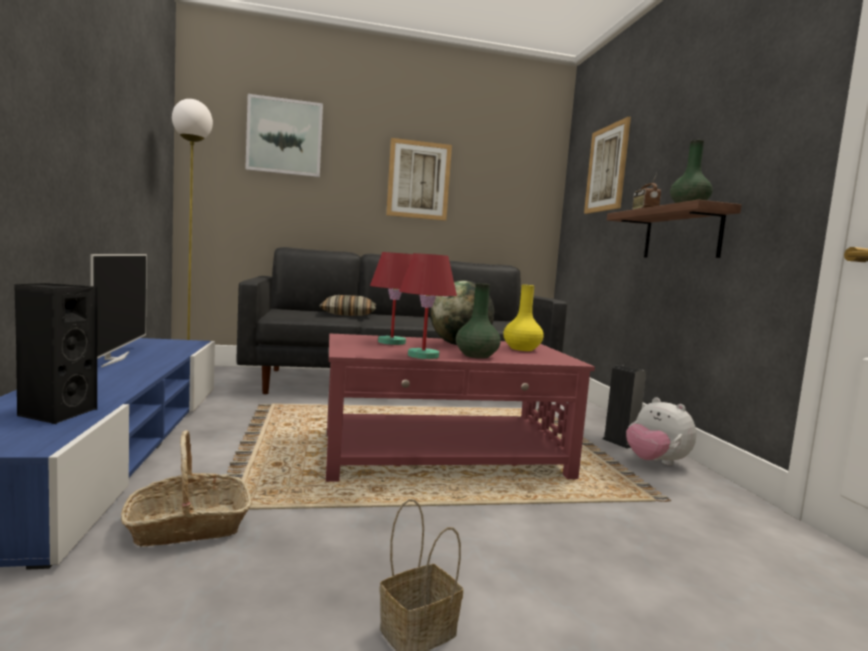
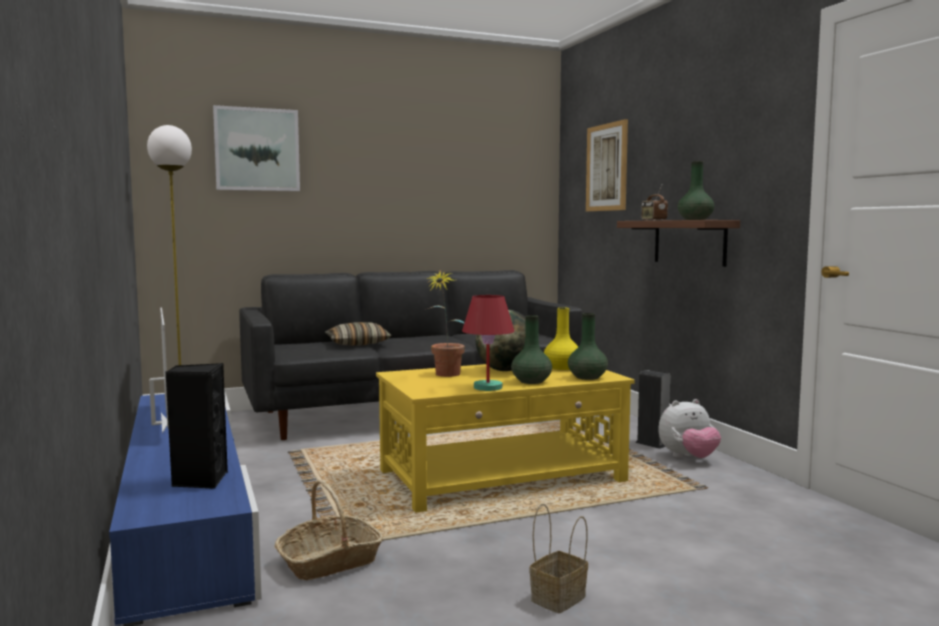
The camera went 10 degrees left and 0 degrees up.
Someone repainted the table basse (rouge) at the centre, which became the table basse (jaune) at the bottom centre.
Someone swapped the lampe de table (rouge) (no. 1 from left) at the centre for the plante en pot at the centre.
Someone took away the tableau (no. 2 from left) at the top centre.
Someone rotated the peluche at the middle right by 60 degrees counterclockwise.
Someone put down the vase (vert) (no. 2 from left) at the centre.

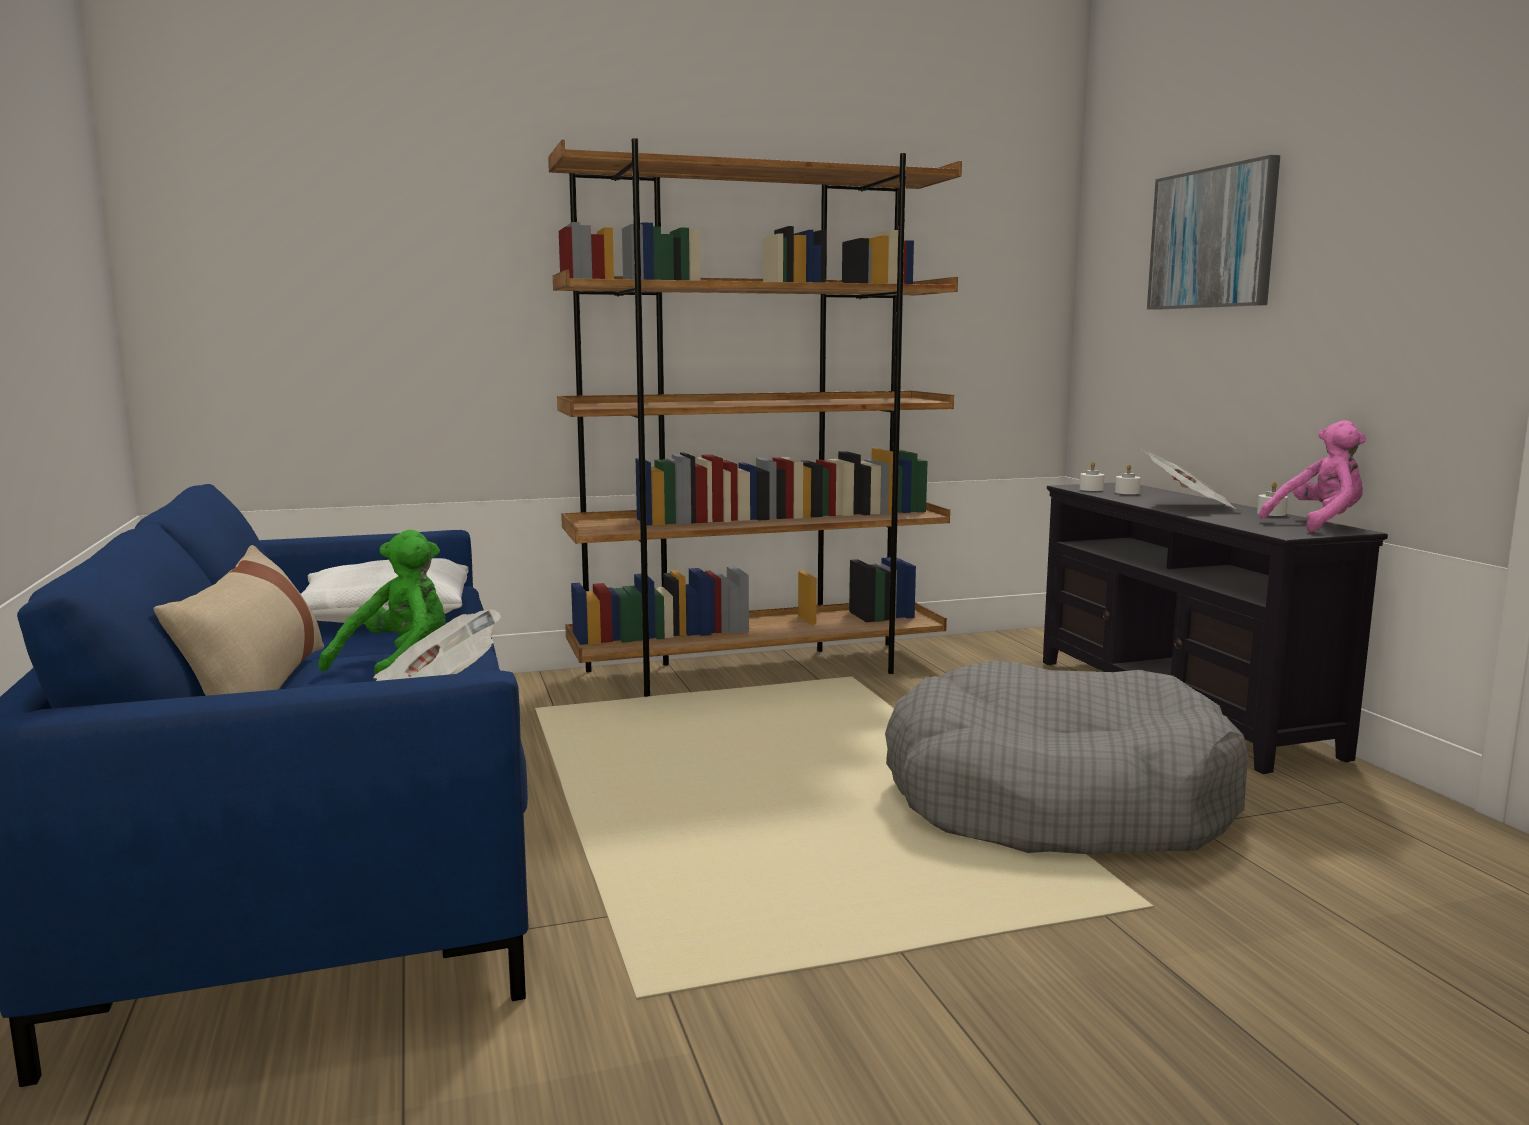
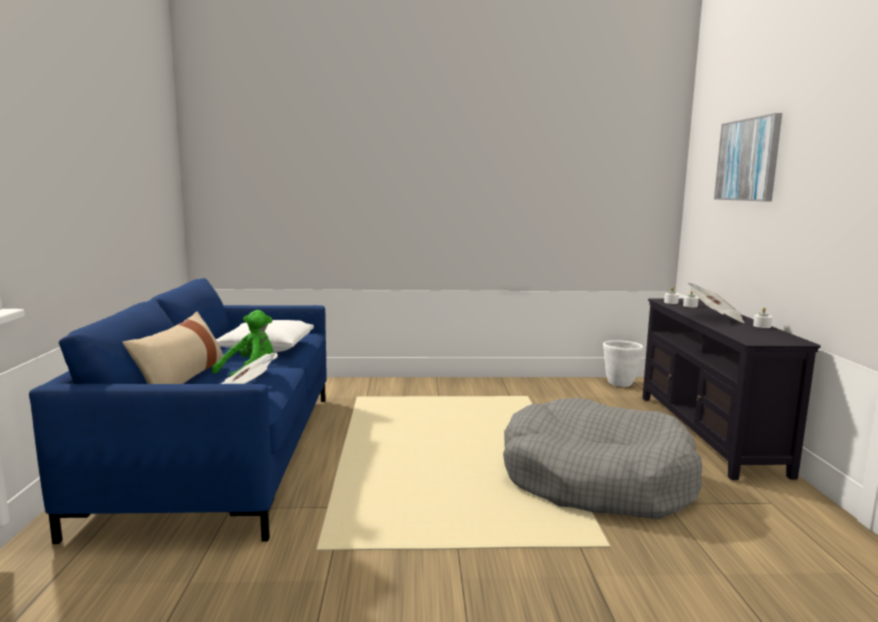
The camera went 15 degrees right and 0 degrees up.
Someone took away the bibliothèque (marron) at the centre.
Someone took away the peluche (rose) at the middle right.
Someone put down the cache-pot (blanc) at the middle right.

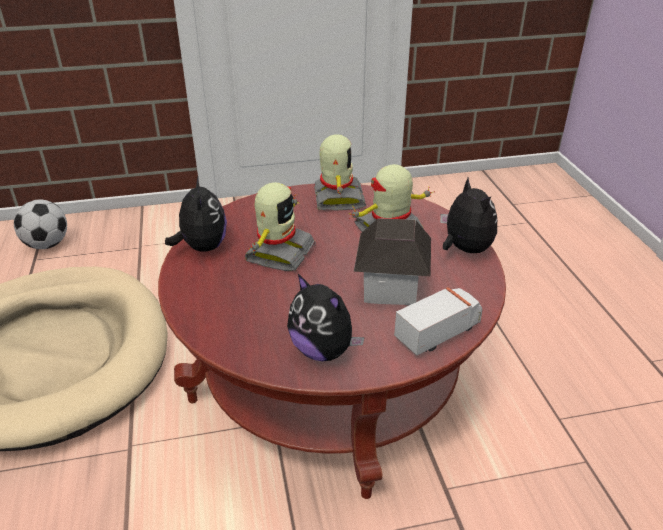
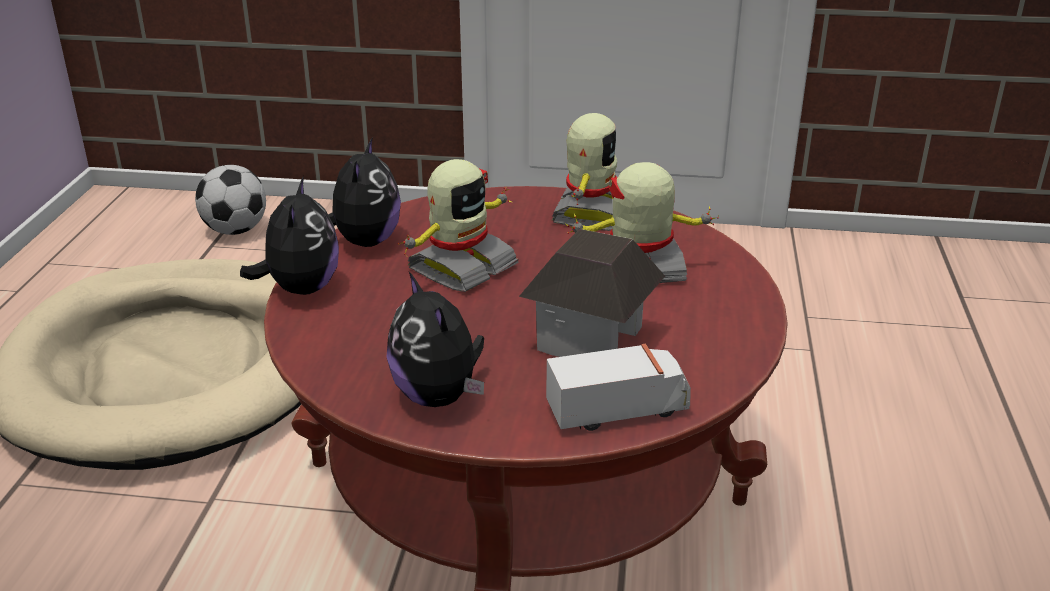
The camera went 20 degrees right and 5 degrees down.
Someone carried the peluche (no. 3 from left in the first image) from the middle right to the middle left.

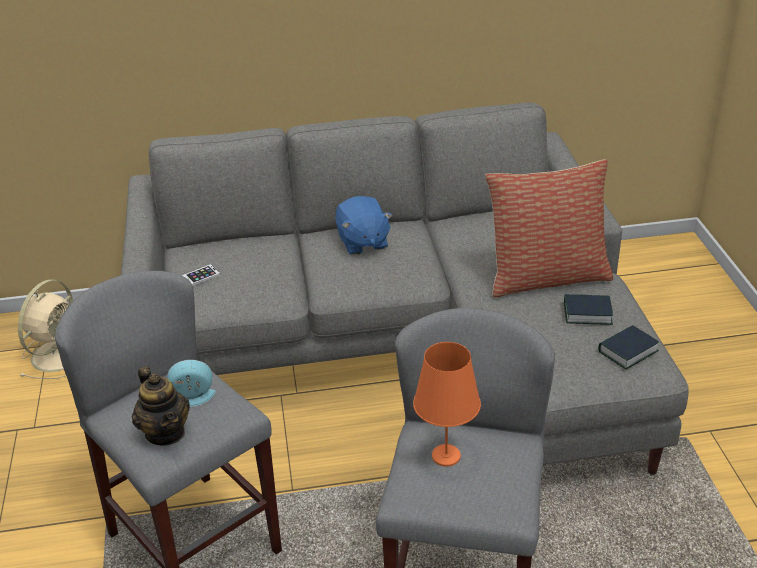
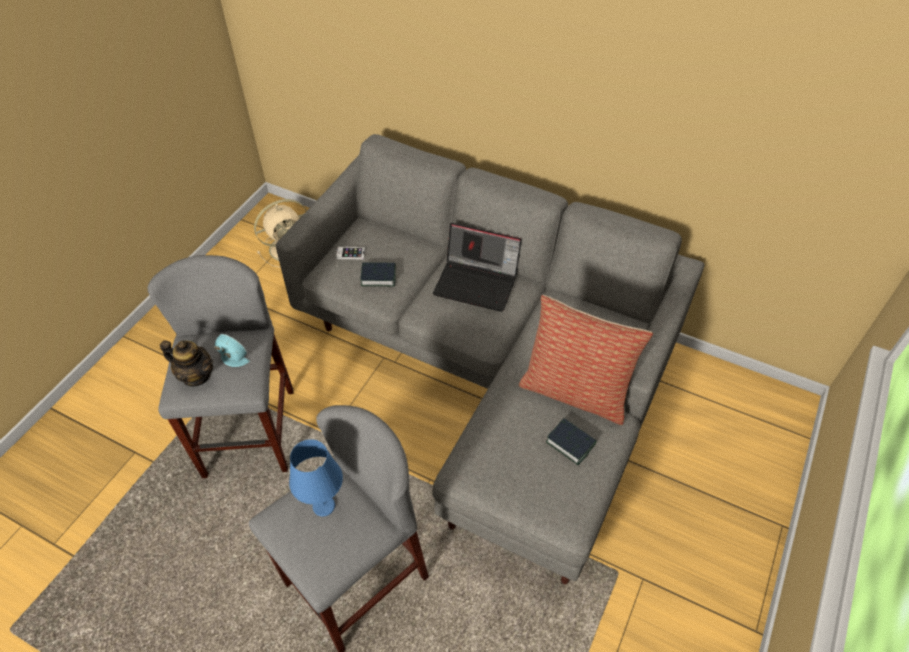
The camera went 35 degrees right and 15 degrees up.
Someone rotated the théière at the bottom left by 75 degrees counterclockwise.
Someone swapped the peluche (bleu) at the centre for the ordinateur portable at the centre.
Someone repainted the lampe de table (orange) at the bottom centre, which became the lampe de table (bleu) at the bottom centre.
Someone carried the livre (no. 2 from left in the first image) from the middle right to the centre.

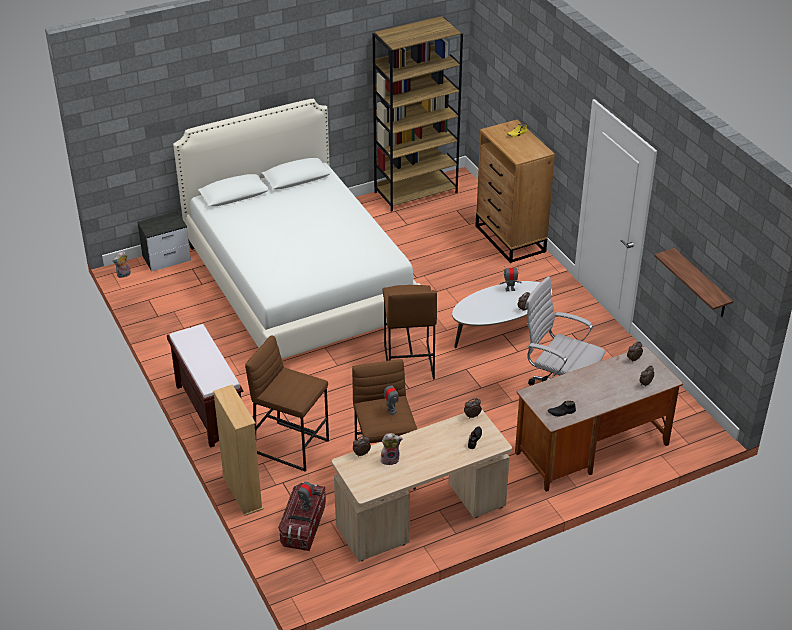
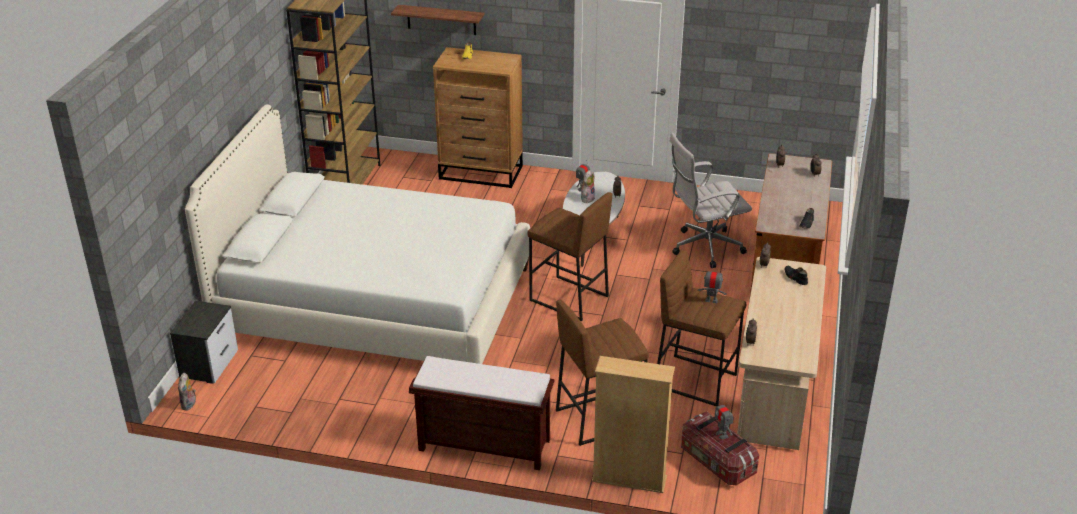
The camera went 50 degrees left and 5 degrees down.
Someone carried the peluche (no. 2 from left) from the bottom centre to the centre.
Someone carried the étagère from the middle right to the top centre.

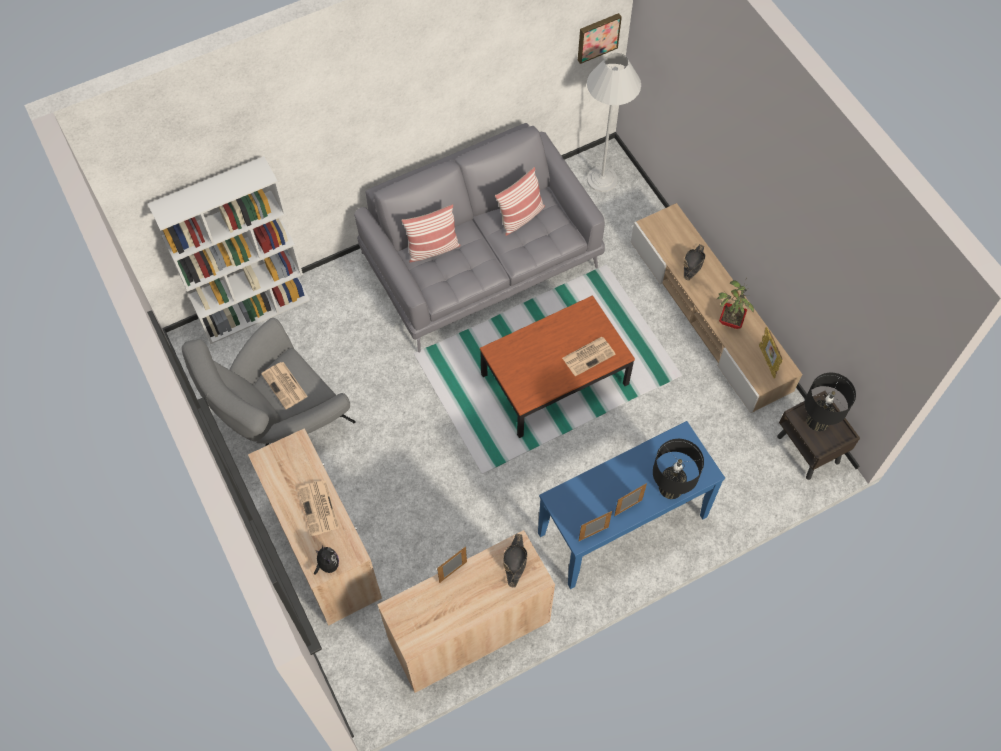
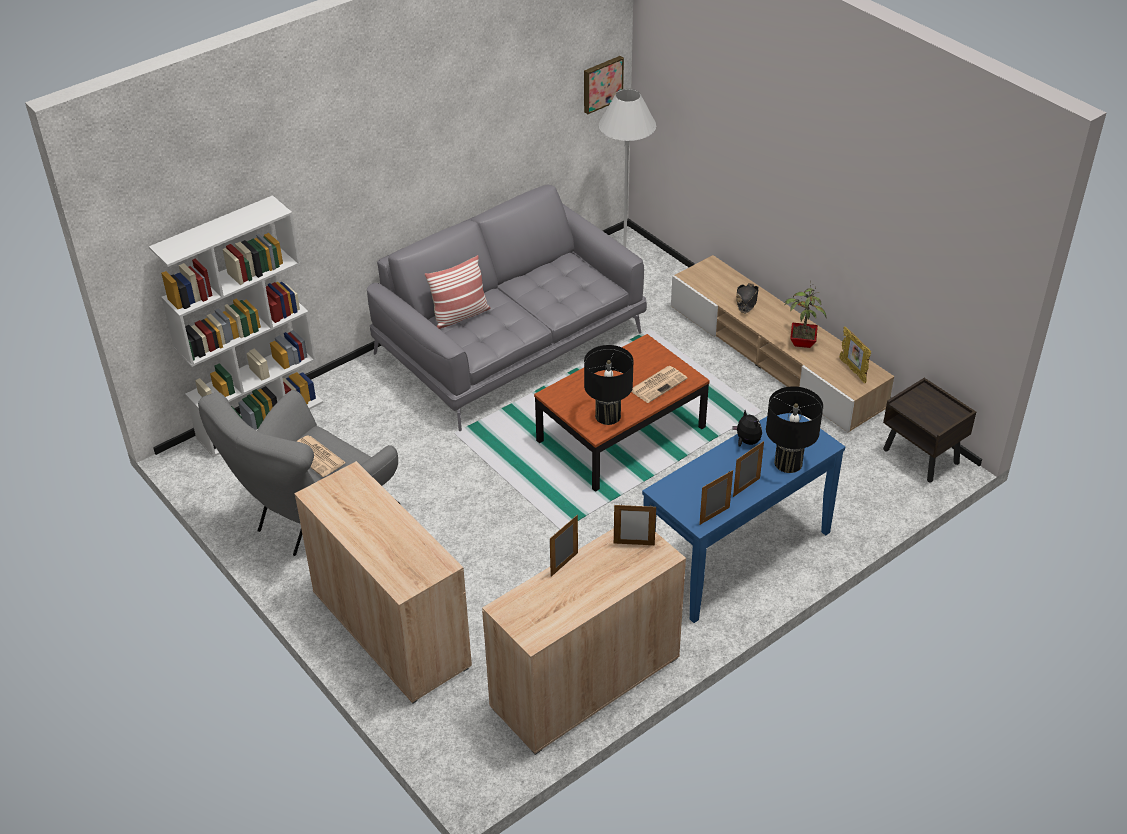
The camera went 10 degrees left and 20 degrees down.
Someone took away the journal (no. 2 from left) at the bottom left.
Someone carried the peluche from the bottom left to the centre.
Someone took away the coussin (no. 2 from left) at the top centre.
Someone swapped the chapeau (noir) (no. 1 from left) at the bottom centre for the cadre photo (no. 2 from left) at the centre.
Someone carried the lampe de table (noir) (no. 2 from left in the first image) from the middle right to the centre.

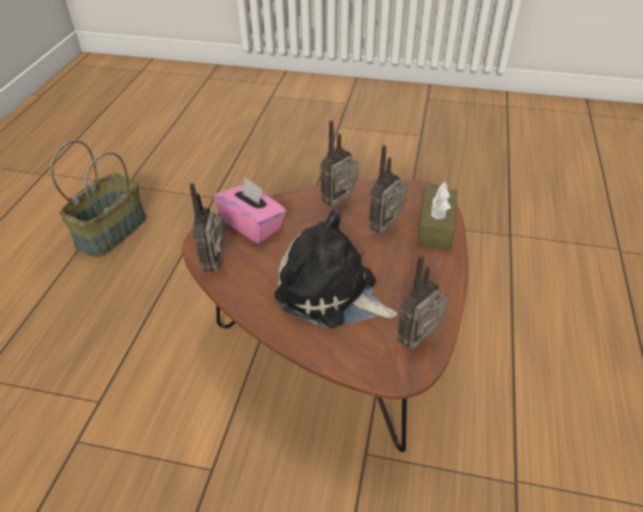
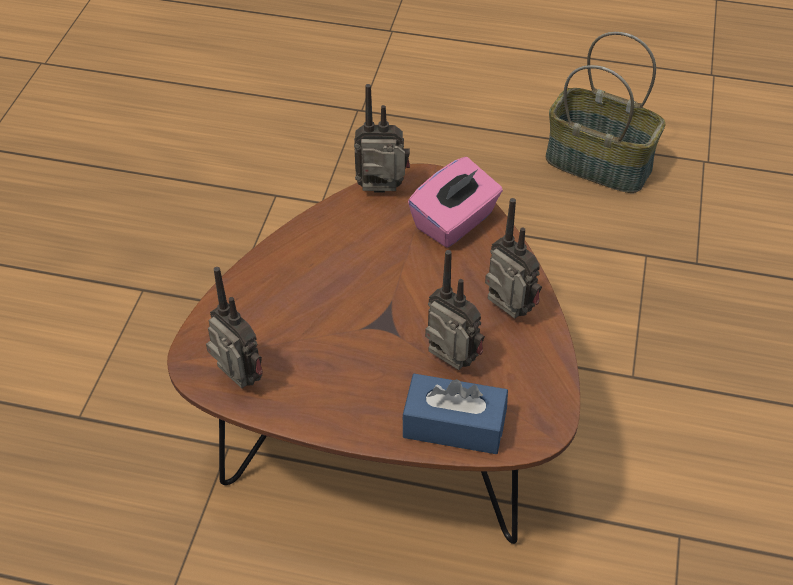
The camera went 90 degrees right and 5 degrees up.
Someone took away the peluche at the centre.
Someone repainted the boîte à mouchoirs (marron) at the middle right, which became the boîte à mouchoirs (bleu) at the bottom centre.

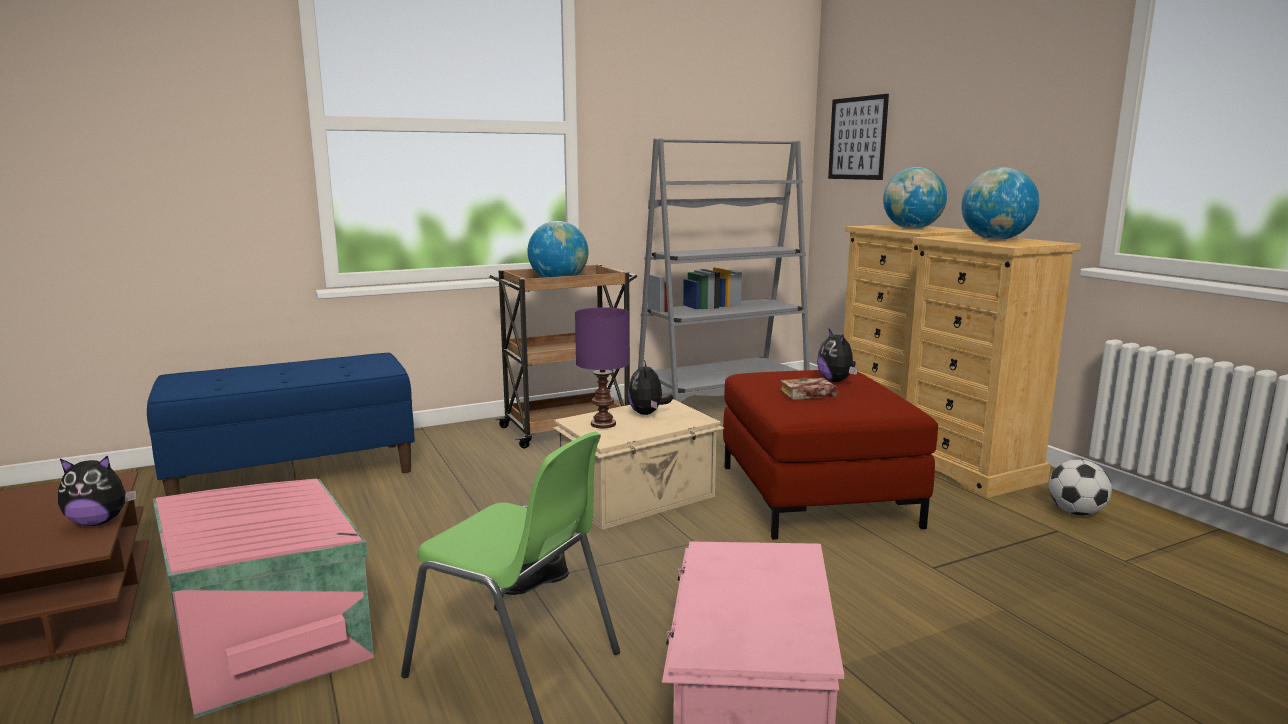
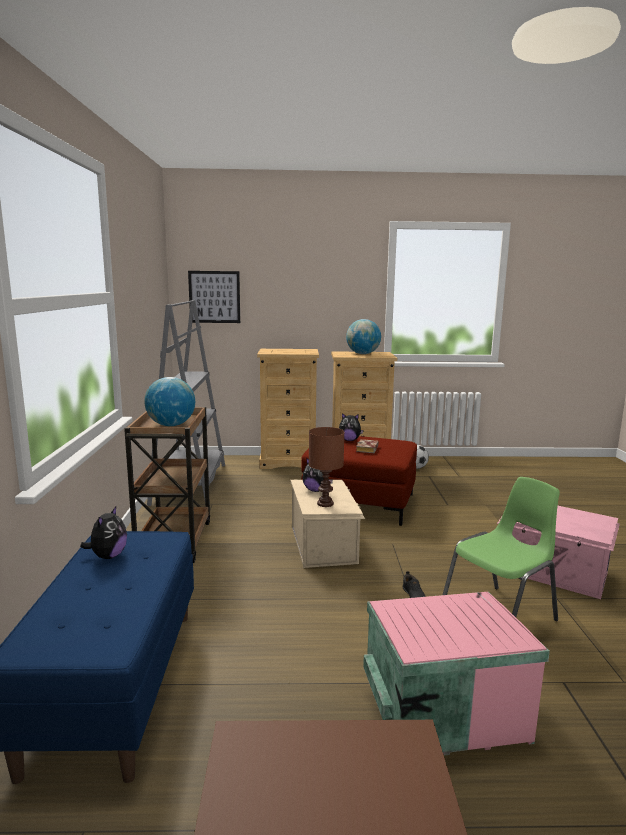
The camera went 65 degrees left and 0 degrees up.
Someone carried the peluche (no. 1 from left) from the bottom left to the middle left.
Someone repainted the lampe de table (violet) at the centre, which became the lampe de table (marron) at the centre.
Someone took away the globe (no. 2 from left) at the top right.

